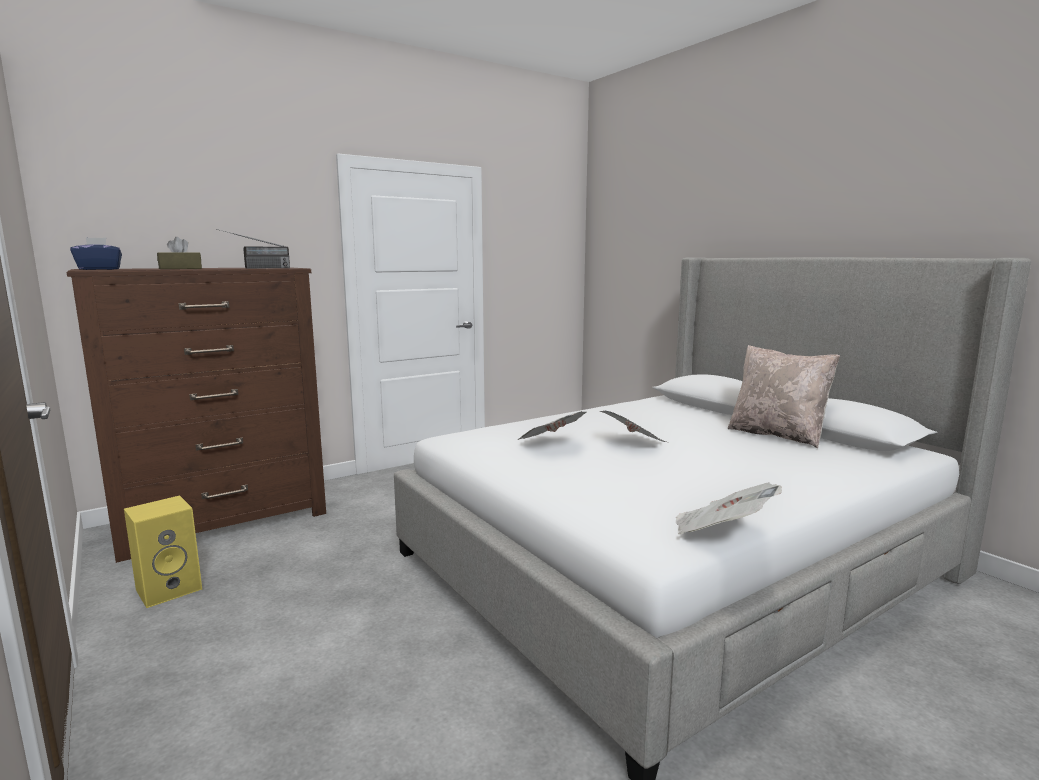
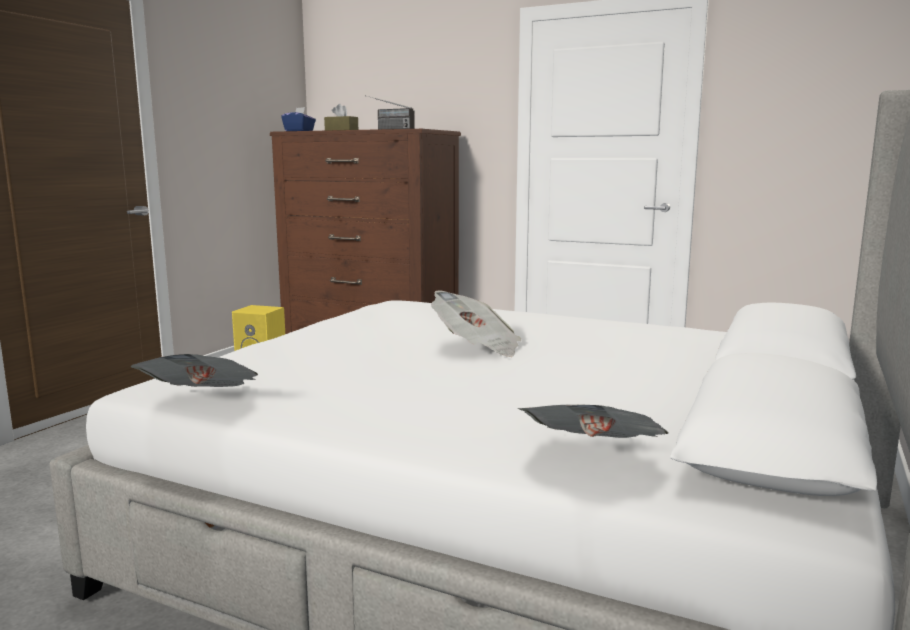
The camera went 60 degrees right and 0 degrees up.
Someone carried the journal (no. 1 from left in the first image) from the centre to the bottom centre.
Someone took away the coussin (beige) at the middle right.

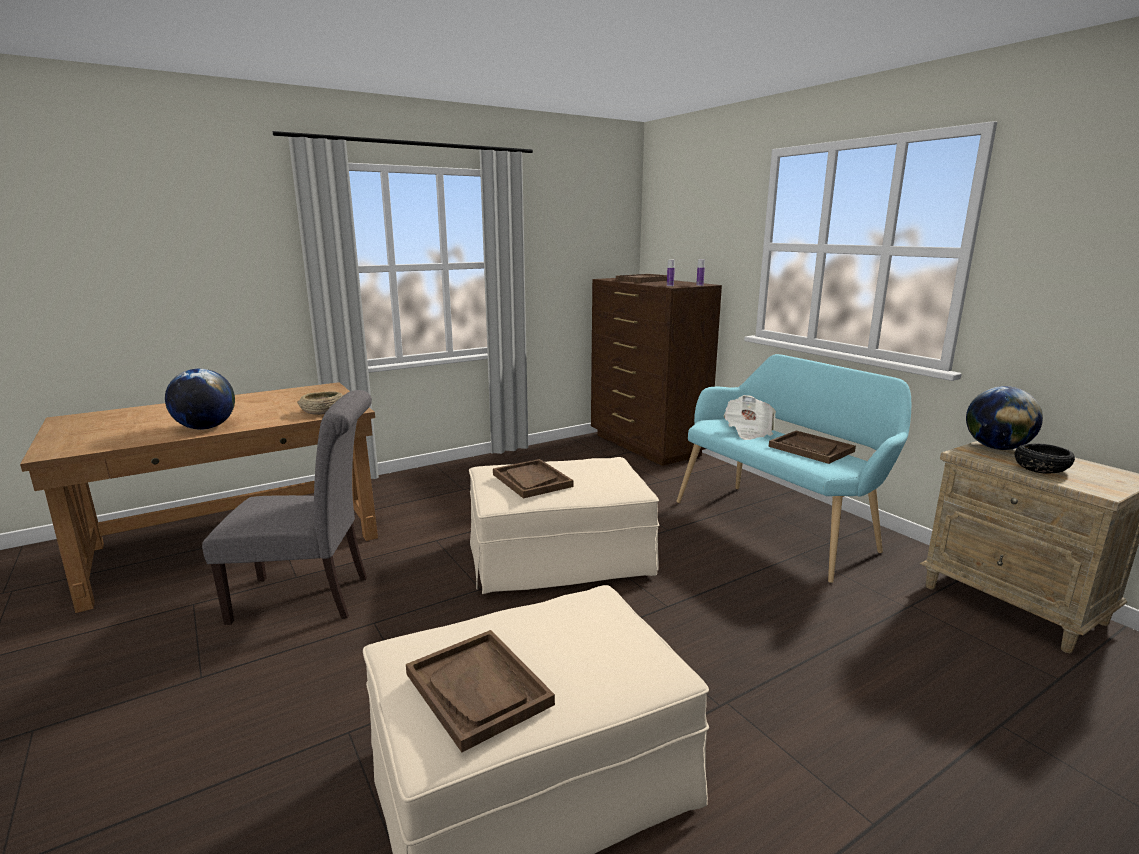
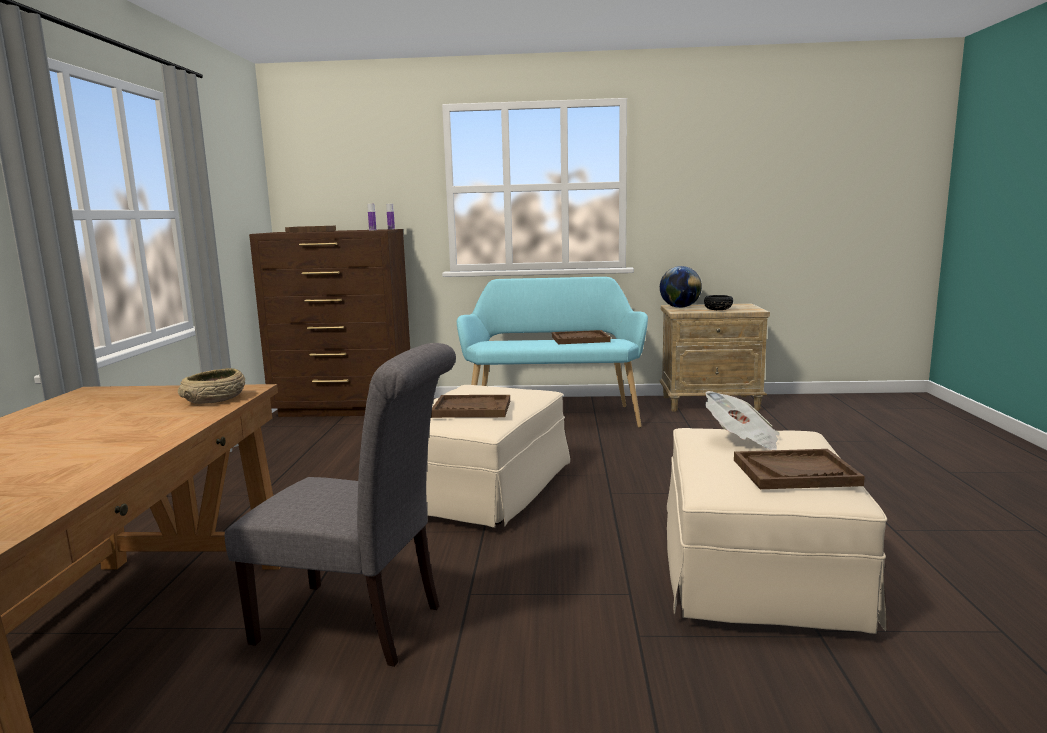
The camera went 55 degrees left and 5 degrees down.
Someone took away the globe (no. 1 from left) at the middle left.
Someone rotated the chaise (gris) at the middle left by 75 degrees clockwise.
Someone carried the journal from the centre to the middle right.

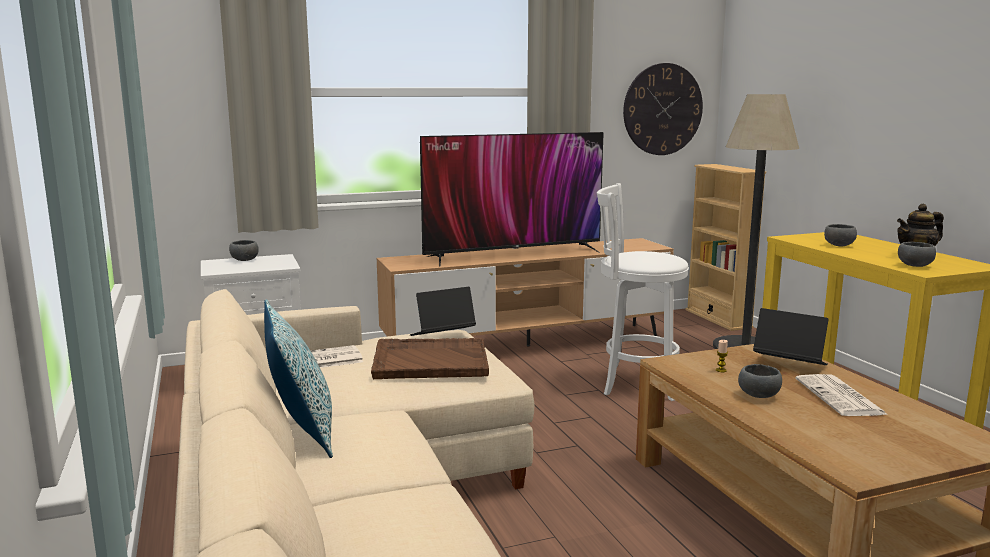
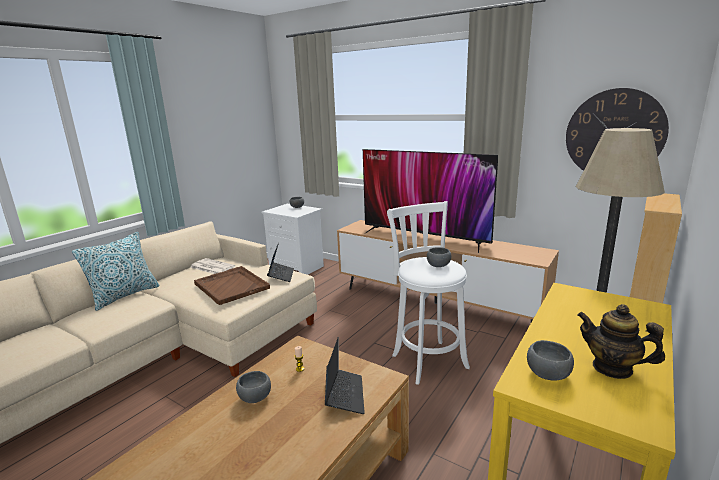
The camera went 55 degrees right and 5 degrees up.
Someone rotated the ordinateur portable (no. 1 from left) at the centre by 60 degrees clockwise.
Someone took away the journal (no. 2 from left) at the bottom right.
Someone carried the bol (gris) (no. 3 from left) from the middle right to the centre.

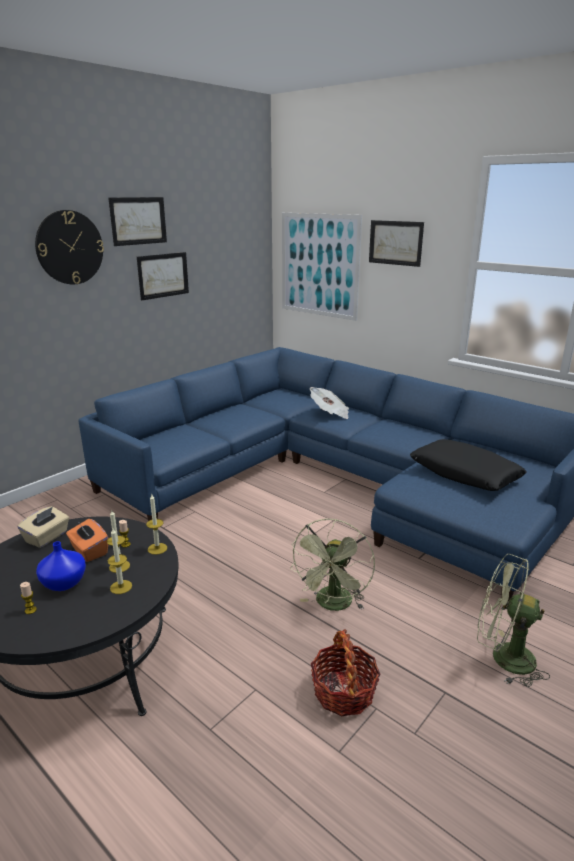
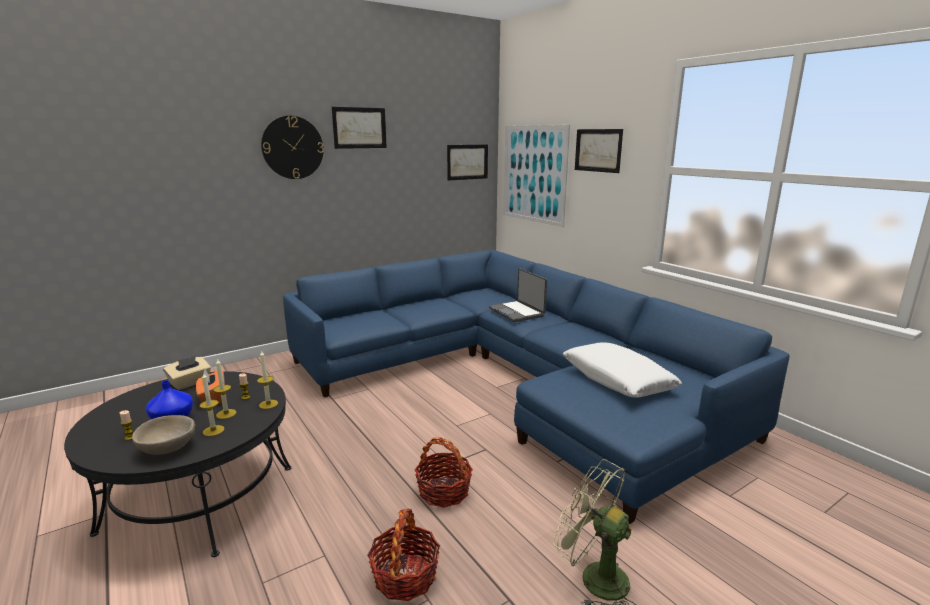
The camera went 15 degrees right and 5 degrees down.
Someone carried the tableau (no. 2 from left) from the top left to the top centre.
Someone swapped the ventilateur (vert) (no. 1 from left) at the centre for the panier (no. 2 from left) at the bottom centre.
Someone swapped the journal at the centre for the ordinateur portable at the centre.
Someone repainted the coussin (noir) at the middle right, which became the coussin (blanc) at the middle right.
Someone put down the bol (beige) at the bottom left.

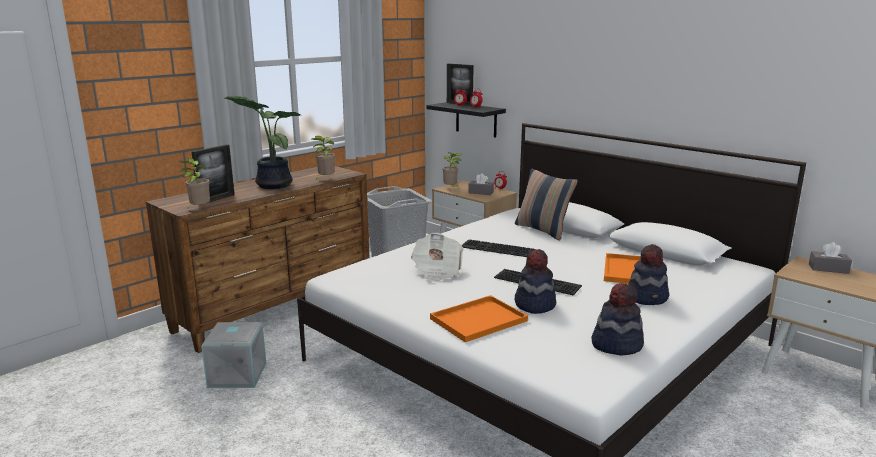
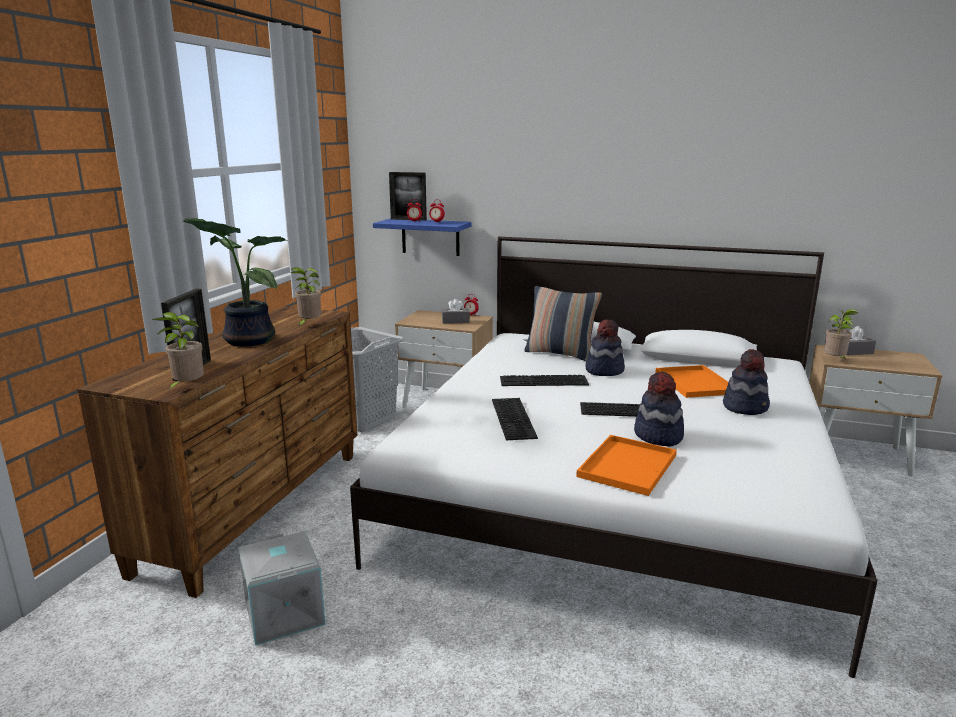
The camera went 25 degrees left and 0 degrees up.
Someone swapped the journal at the centre for the clavier (no. 1 from left) at the centre.
Someone repainted the étagère (noir) at the top centre, which became the étagère (bleu) at the top centre.
Someone carried the plante en pot (no. 4 from left) from the centre to the middle right.
Someone carried the chapeau (no. 2 from left in the first image) from the bottom right to the centre.

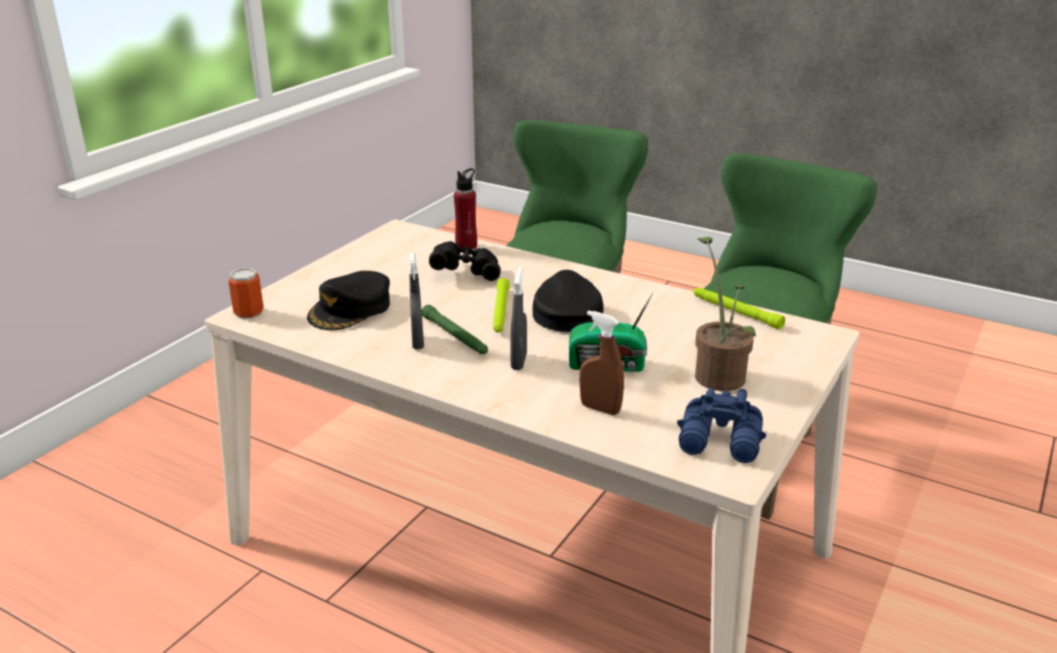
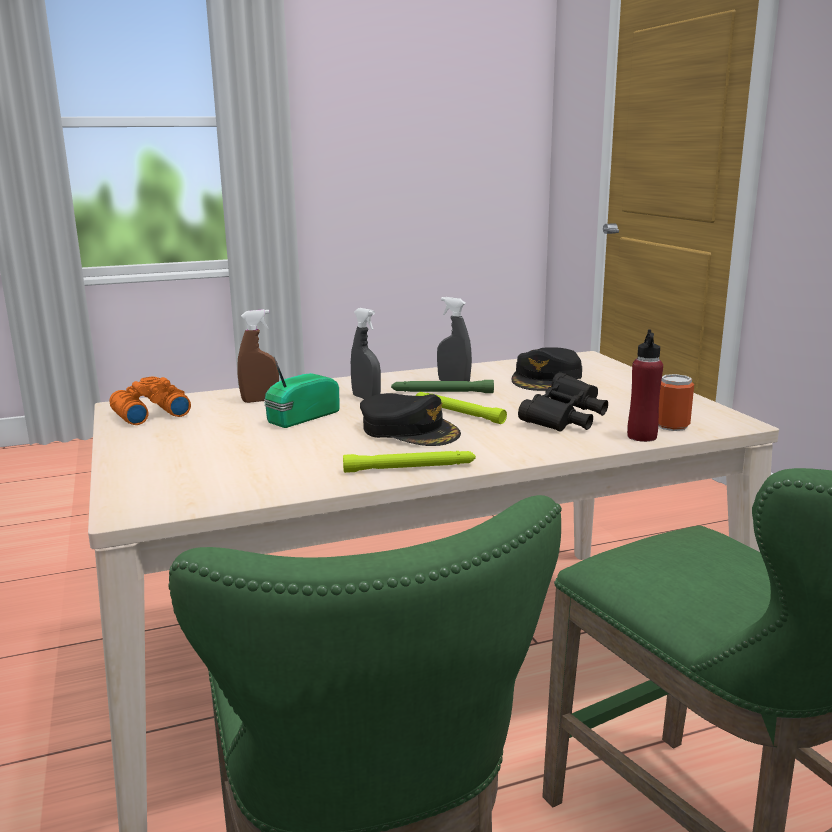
The camera went 130 degrees right and 10 degrees down.
Someone carried the boîte métallique from the middle left to the middle right.
Someone rotated the casquette (noir) (no. 1 from left in the first image) at the middle left by 135 degrees counterclockwise.
Someone repainted the jumelles (bleu) at the middle right, which became the jumelles (orange) at the middle left.
Someone carried the lampe de poche (vert) (no. 3 from left in the first image) from the middle right to the centre.
Someone took away the plante en pot at the middle right.

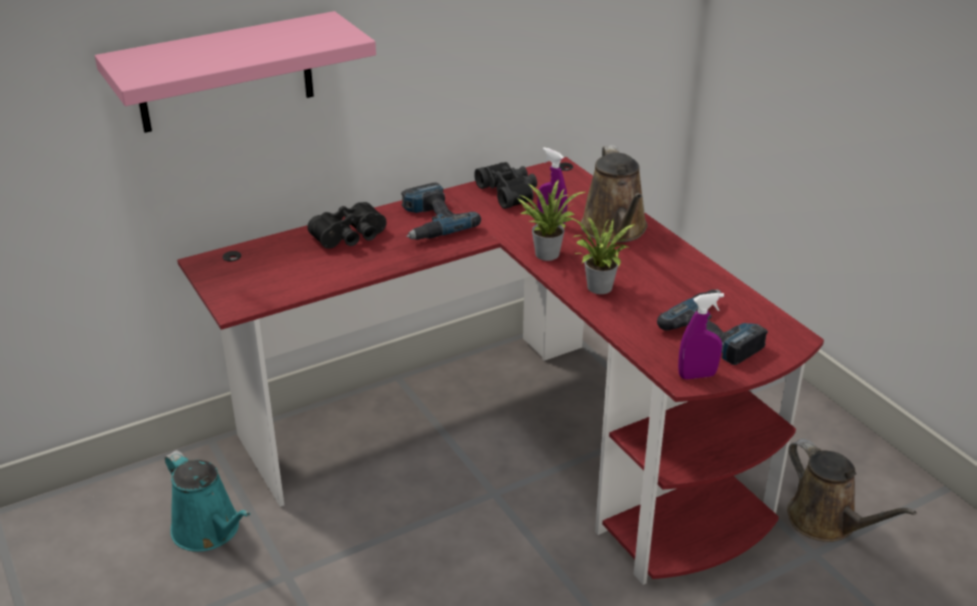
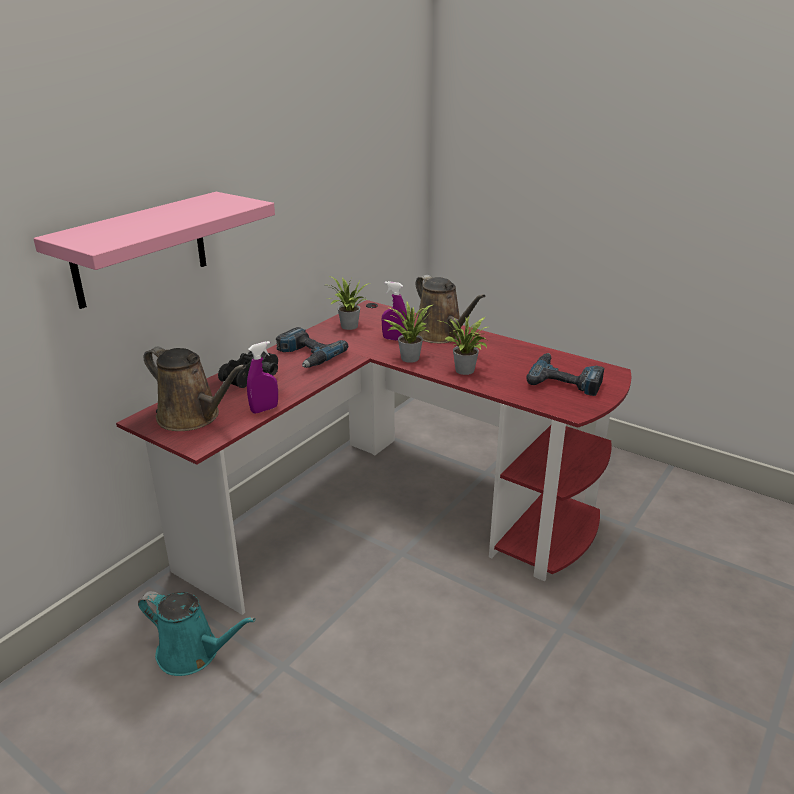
The camera went 25 degrees left and 5 degrees down.
Someone swapped the jumelles (noir) (no. 2 from left) at the top centre for the plante en pot (no. 1 from left) at the centre.
Someone carried the vaporisateur (violet) (no. 2 from left in the first image) from the middle right to the middle left.
Someone carried the arrosoir (marron) (no. 2 from left in the first image) from the bottom right to the middle left.

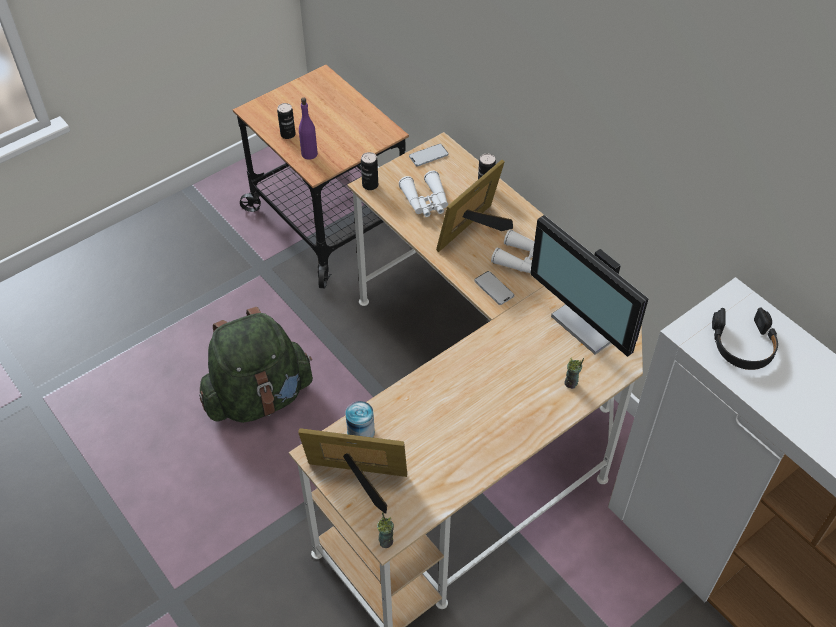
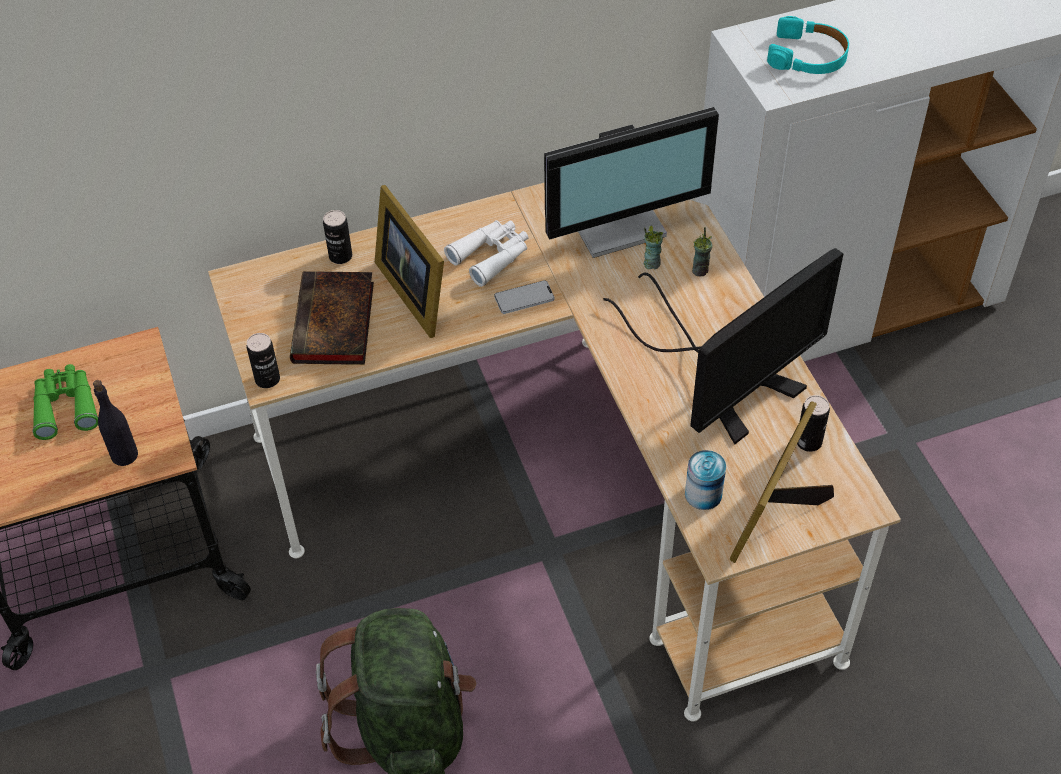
The camera went 70 degrees left and 0 degrees up.
Someone carried the boîte métallique (no. 1 from left in the first image) from the top centre to the middle right.
Someone repainted the bouteille (violet) at the top centre, which became the bouteille (noir) at the middle left.
Someone carried the tasse (no. 1 from left) from the bottom centre to the top centre.
Someone swapped the jumelles (blanc) (no. 1 from left) at the top centre for the livre at the middle left.
Someone took away the téléphone (no. 1 from left) at the top centre.
Someone repainted the casque audio (noir) at the middle right, which became the casque audio (turquoise) at the top right.
Someone put down the jumelles (vert) at the middle left.
Someone put down the écran d'ordinateur (no. 2 from left) at the middle right.

